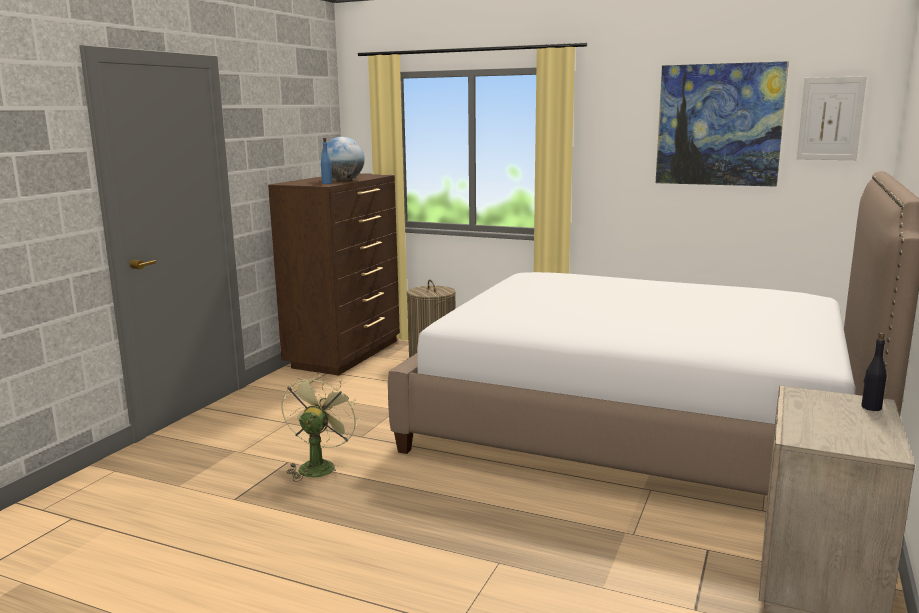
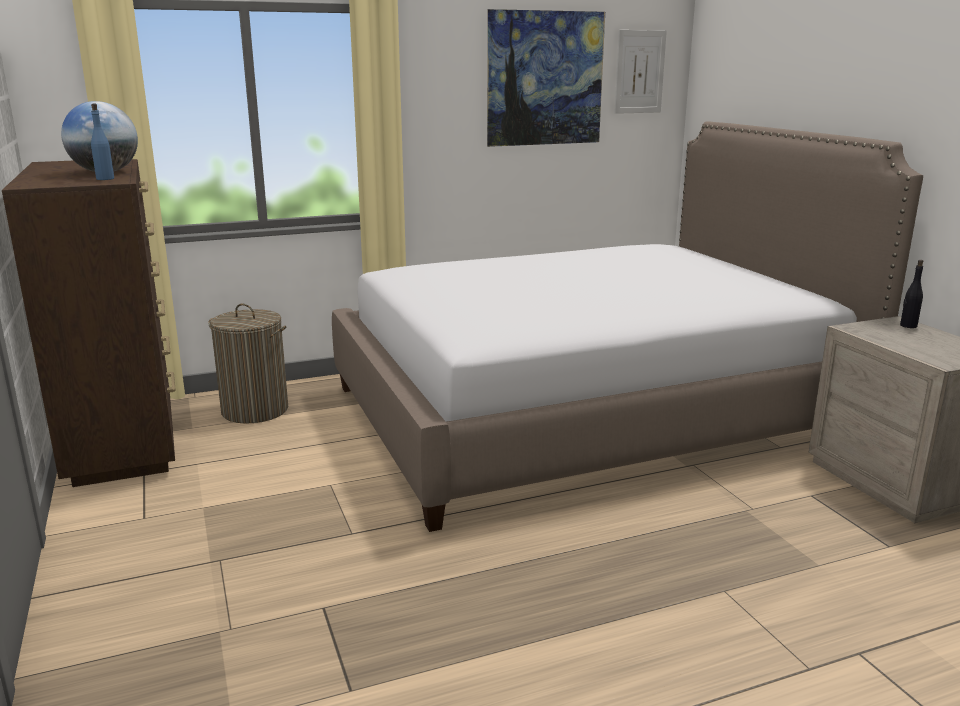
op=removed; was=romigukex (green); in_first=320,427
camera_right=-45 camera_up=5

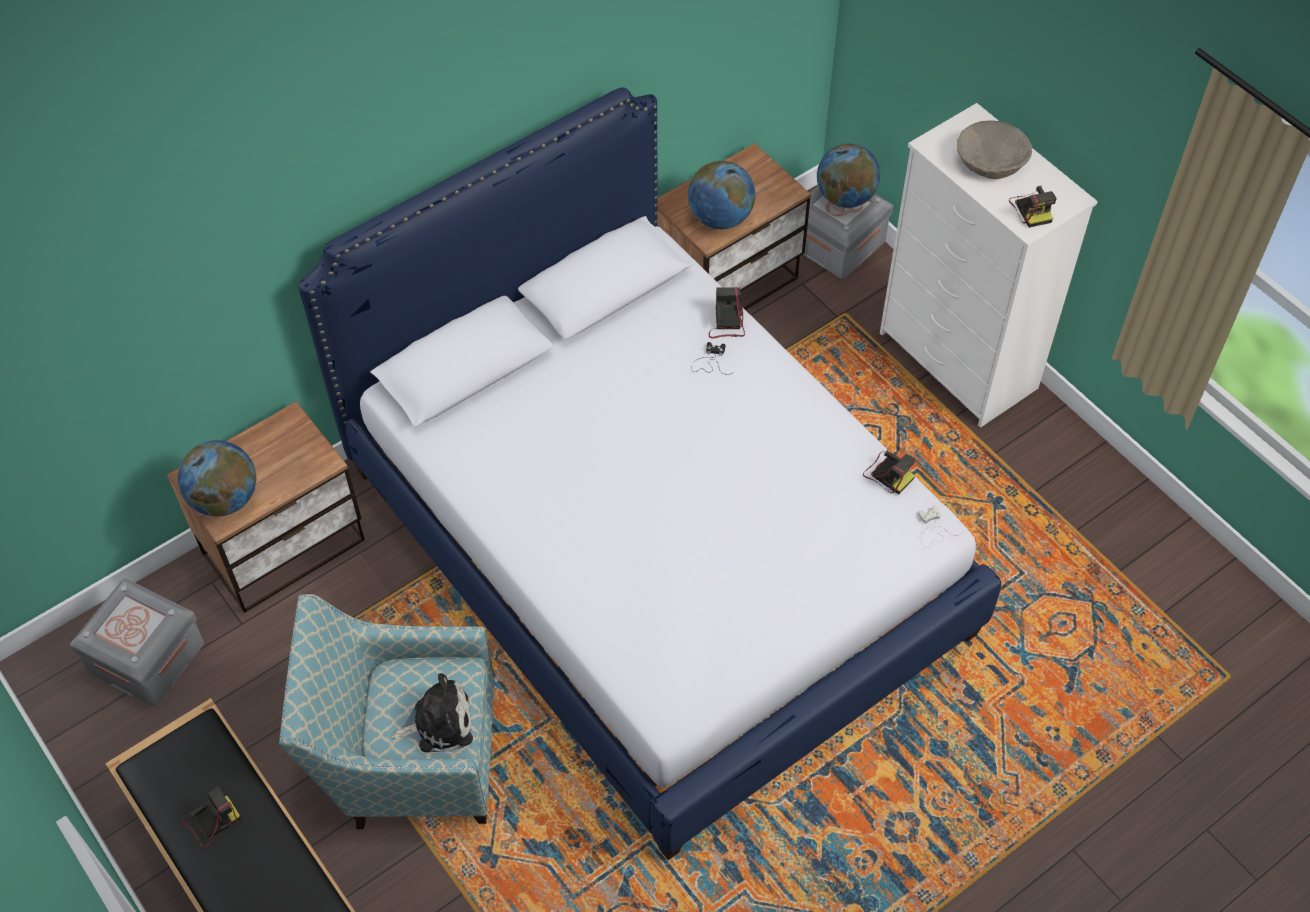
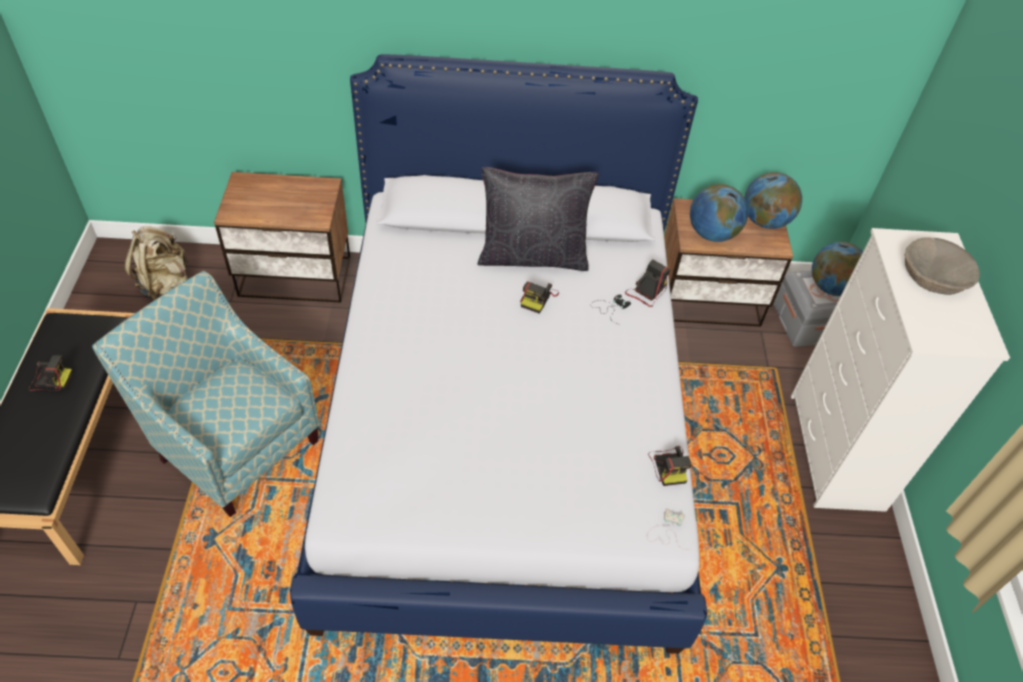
op=removed; was=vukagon; in_first=432,712
op=added; now=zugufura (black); in_second=538,219
op=moved; was=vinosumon; in_first=217,478; in_second=773,200
op=moved; was=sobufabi; in_first=1033,207; in_second=539,298
op=replaced; was=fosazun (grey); now=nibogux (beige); in_first=137,642; in_second=157,263
camera_right=35 camera_up=-5

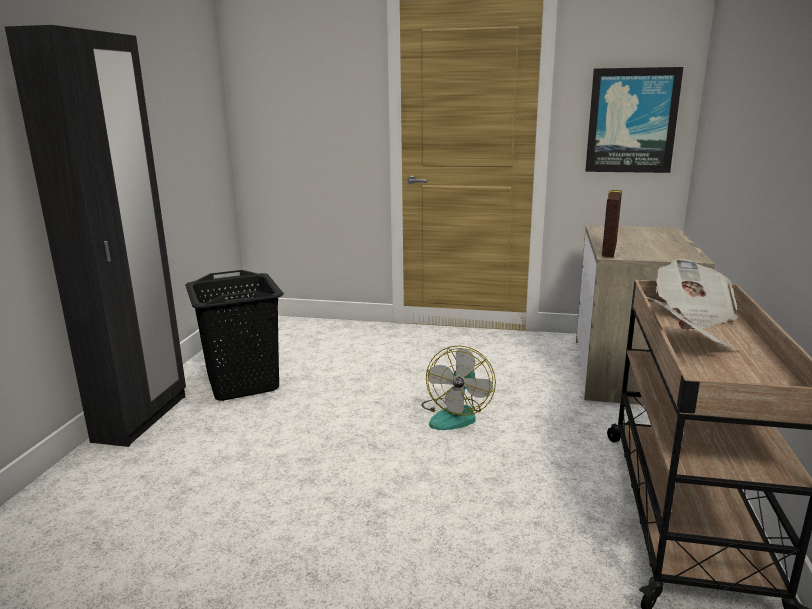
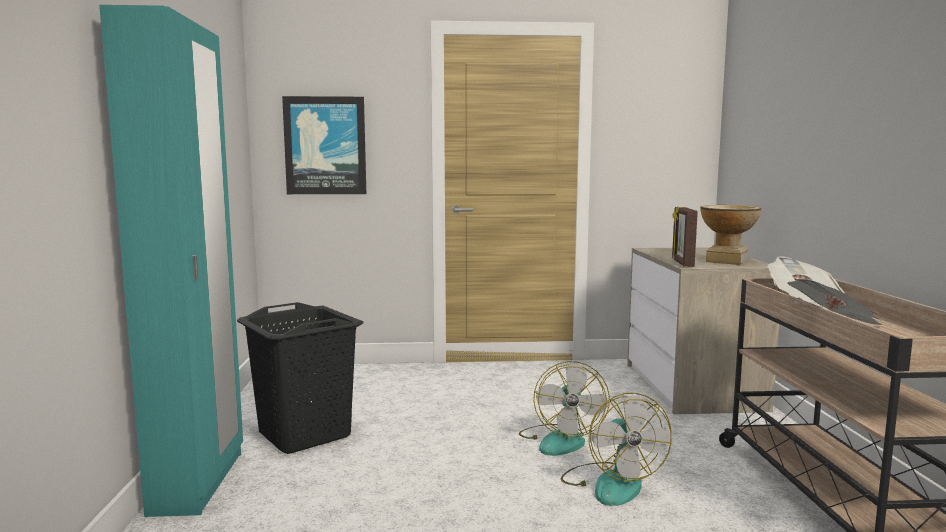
op=added; now=romigukex; in_second=616,449
op=added; now=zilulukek; in_second=730,235
op=moved; was=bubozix; in_first=634,120; in_second=324,145
op=recoloured; was=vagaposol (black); now=vagaposol (turquoise); in_first=95,236; in_second=171,261
camera_right=-15 camera_up=-10

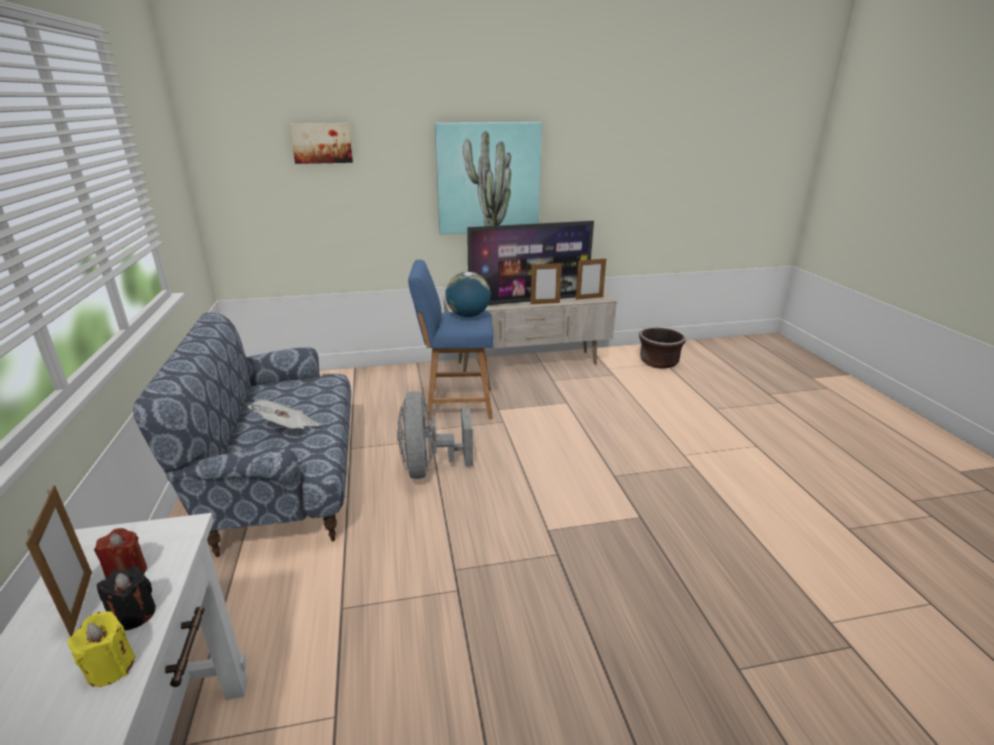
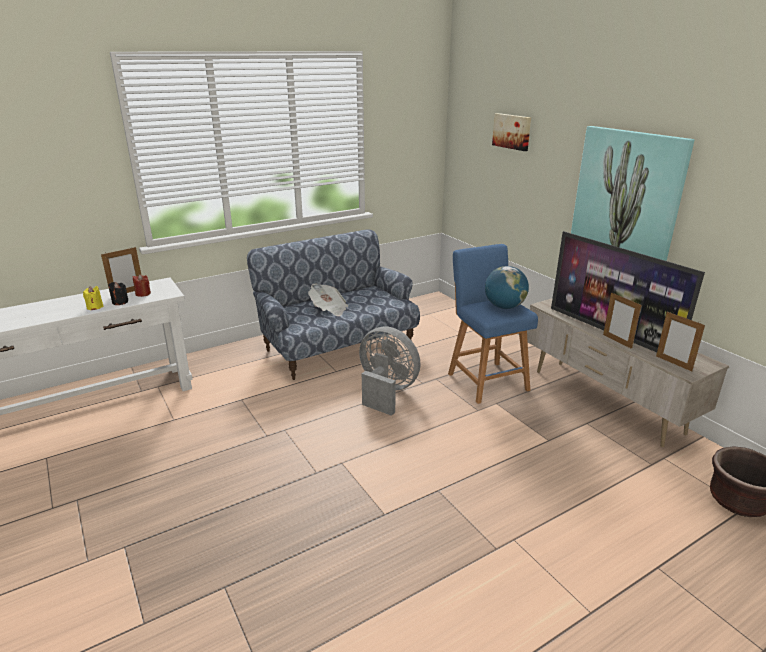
op=turned; was=romigukex (grey); in_first=435,435; in_second=389,371; clockwise=60
camera_right=70 camera_up=0

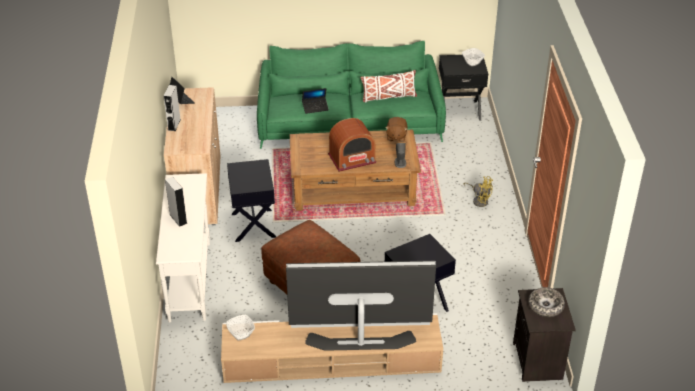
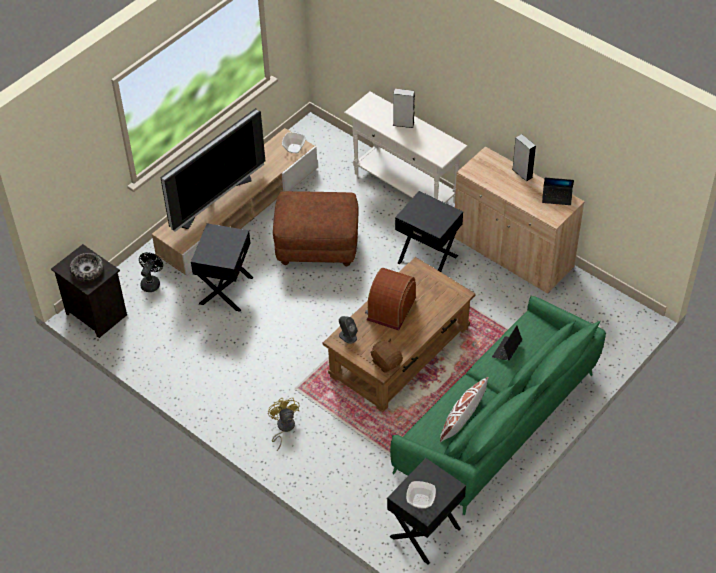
op=added; now=romigukex (black); in_second=151,272
op=turned; was=romigukex (yellow); in_first=478,191; in_second=283,424; clockwise=90
camera_right=135 camera_up=10

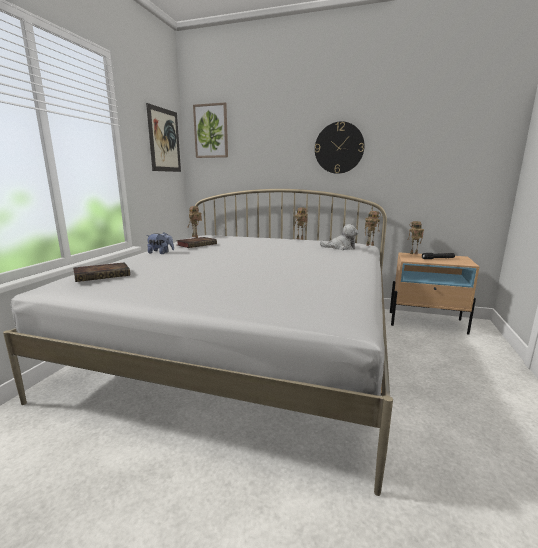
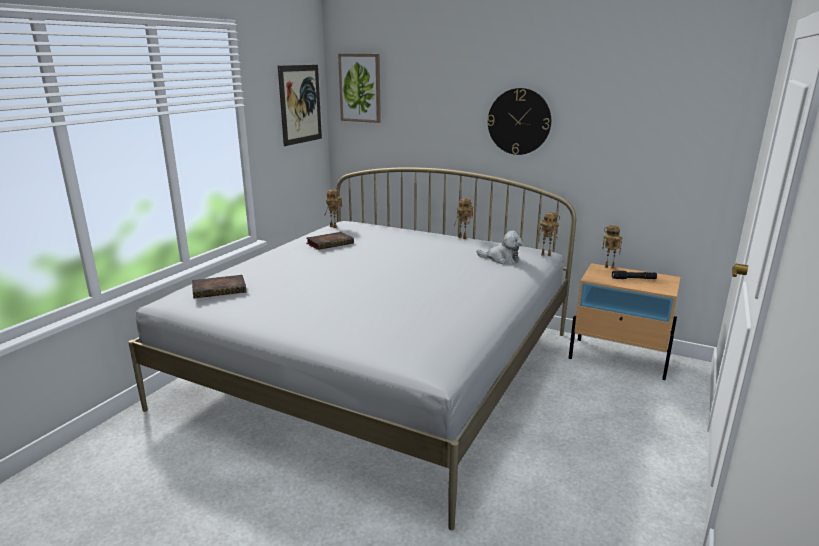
op=removed; was=vukagon; in_first=160,243
camera_right=10 camera_up=5

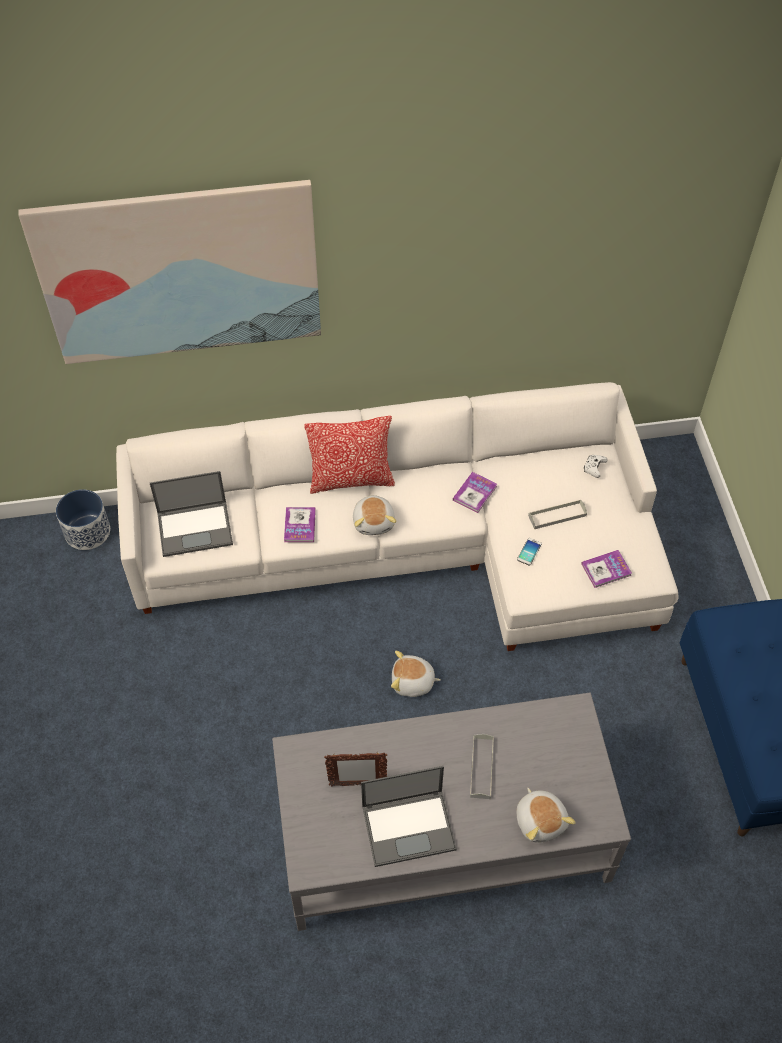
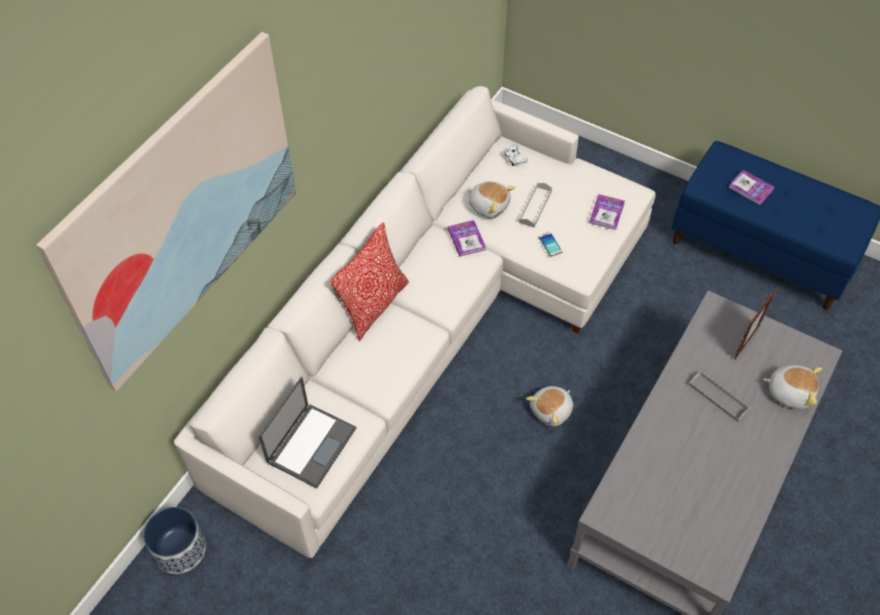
op=removed; was=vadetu; in_first=409,816
op=moved; was=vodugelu; in_first=300,524; in_second=751,187
op=moved; was=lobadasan; in_first=355,769; in_second=755,325
op=moved; was=vukagon; in_first=374,514; in_second=491,199
camera_right=-50 camera_up=0

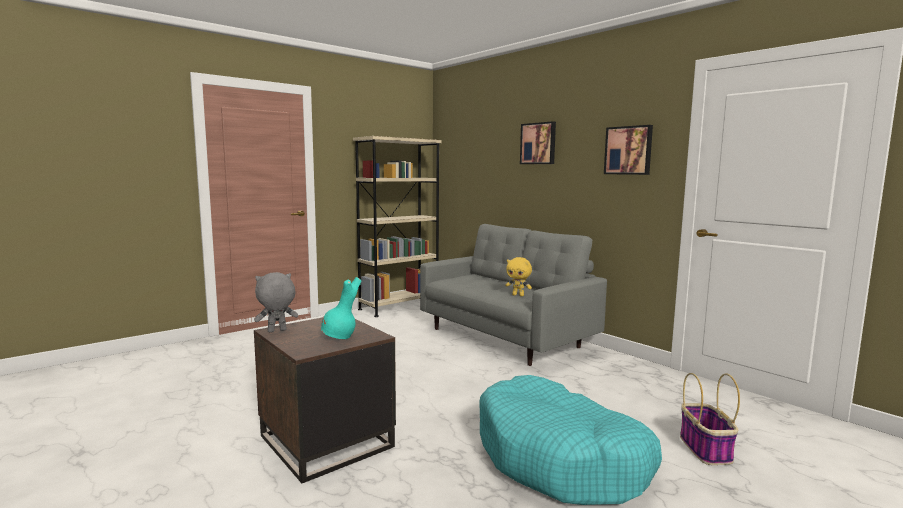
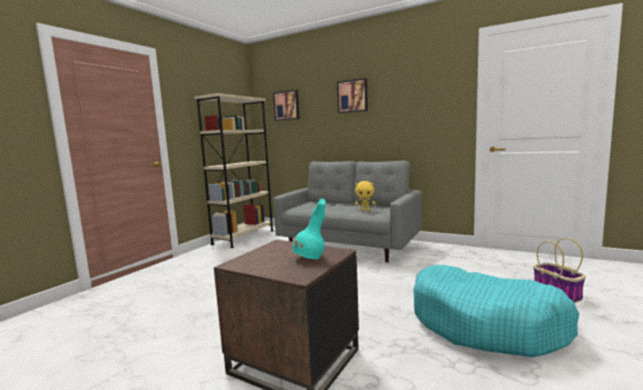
op=removed; was=vukagon (grey); in_first=276,302
op=moved; was=bubozix; in_first=628,150; in_second=286,105
camera_right=-20 camera_up=0

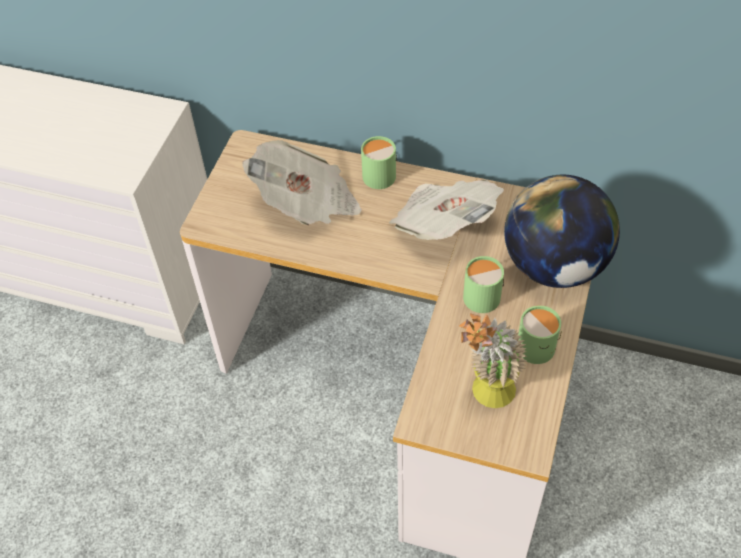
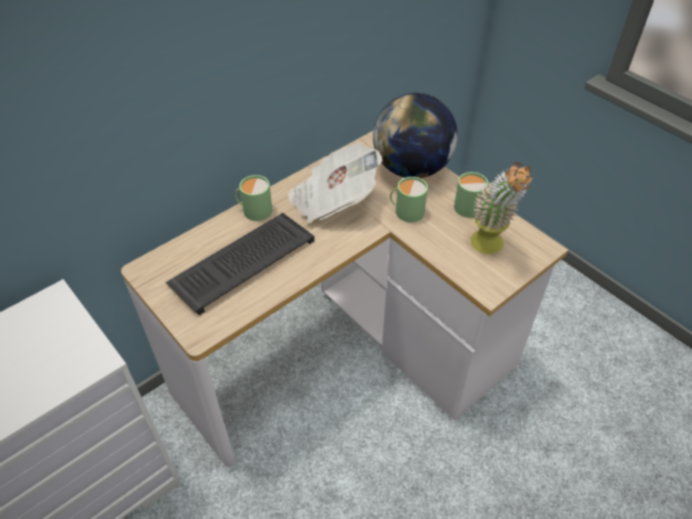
op=replaced; was=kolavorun; now=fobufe; in_first=302,182; in_second=240,264
camera_right=-60 camera_up=-5

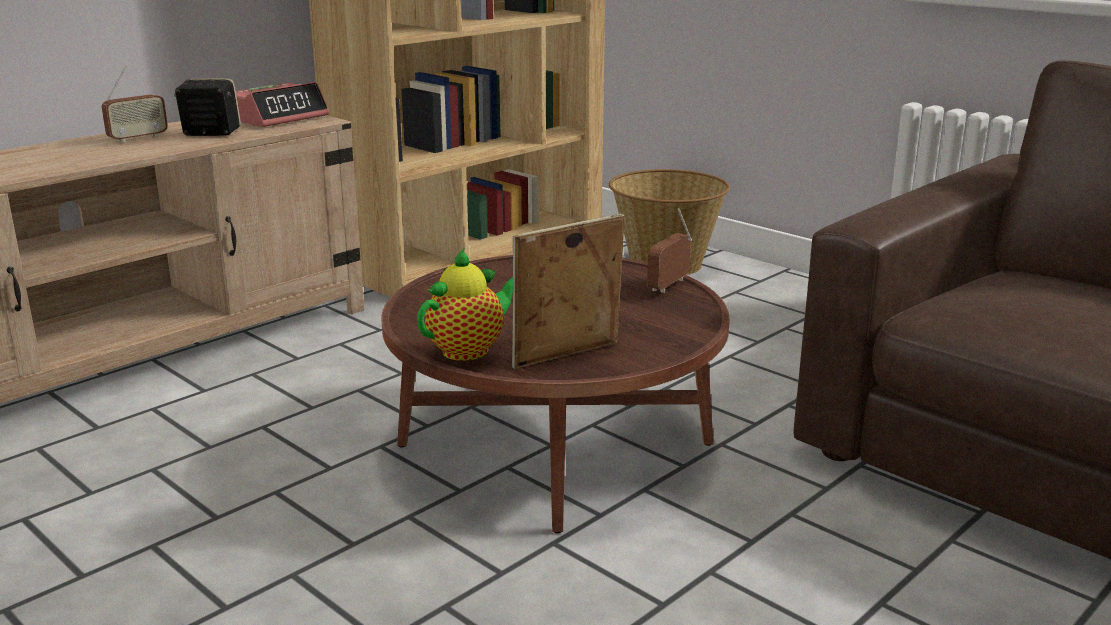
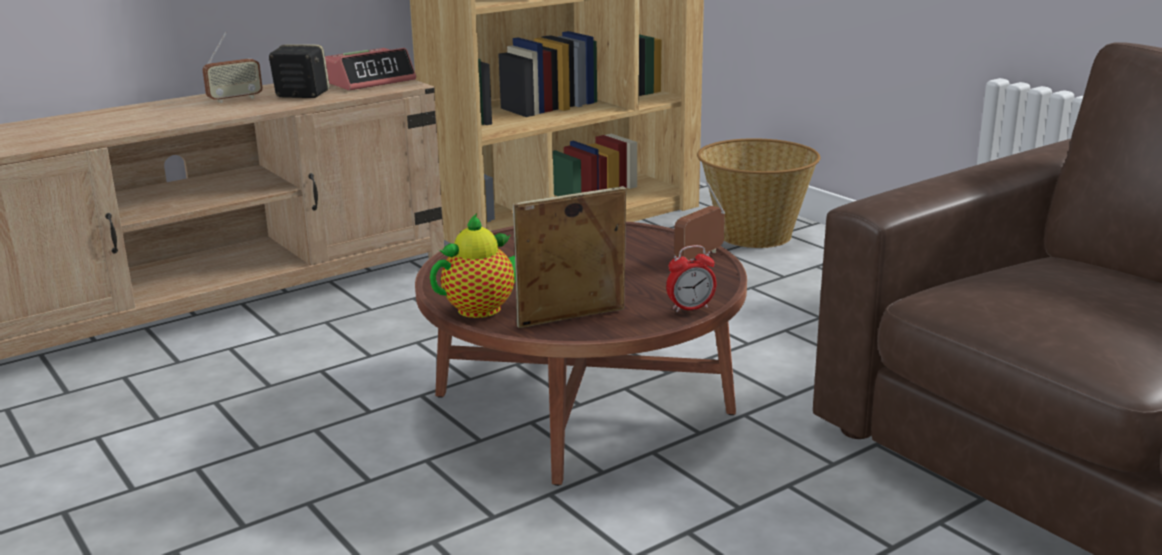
op=added; now=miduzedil; in_second=691,278
camera_right=10 camera_up=0

